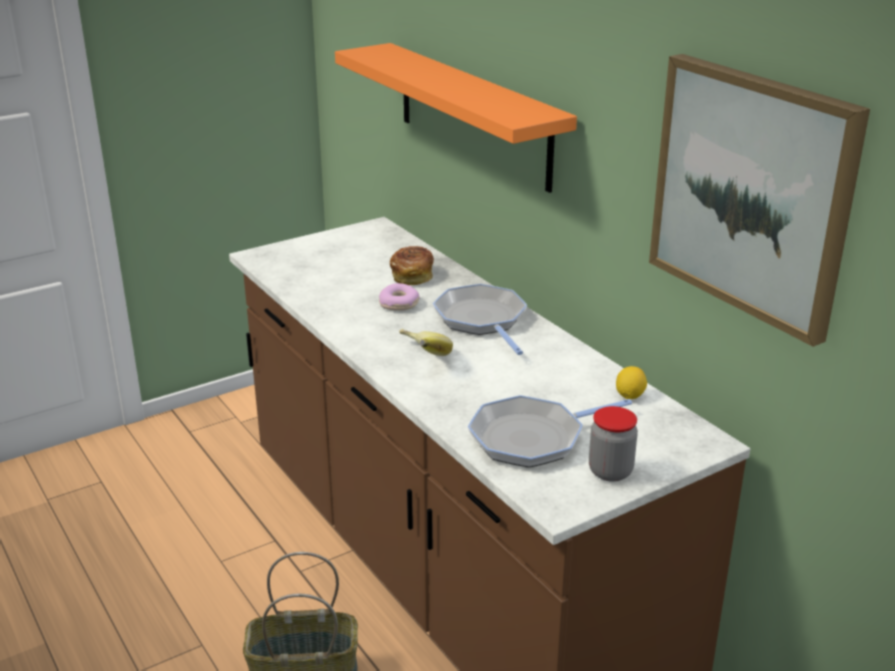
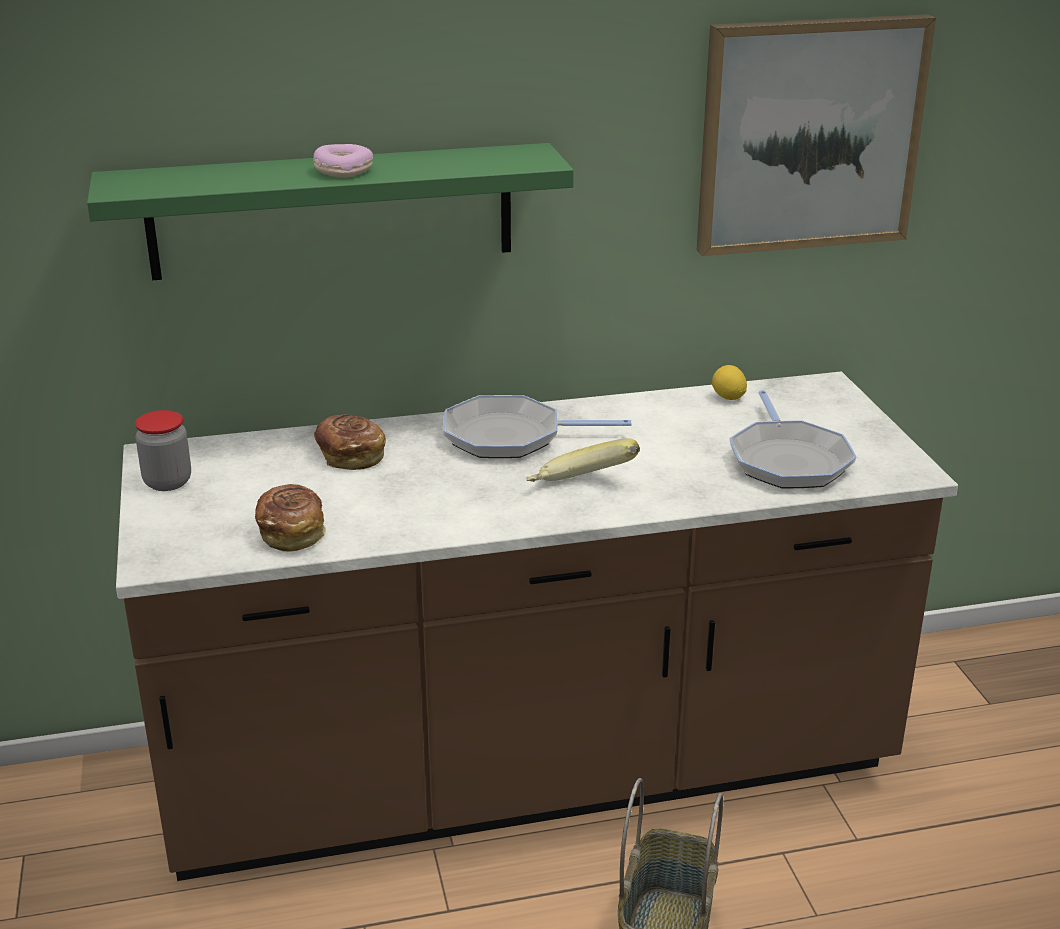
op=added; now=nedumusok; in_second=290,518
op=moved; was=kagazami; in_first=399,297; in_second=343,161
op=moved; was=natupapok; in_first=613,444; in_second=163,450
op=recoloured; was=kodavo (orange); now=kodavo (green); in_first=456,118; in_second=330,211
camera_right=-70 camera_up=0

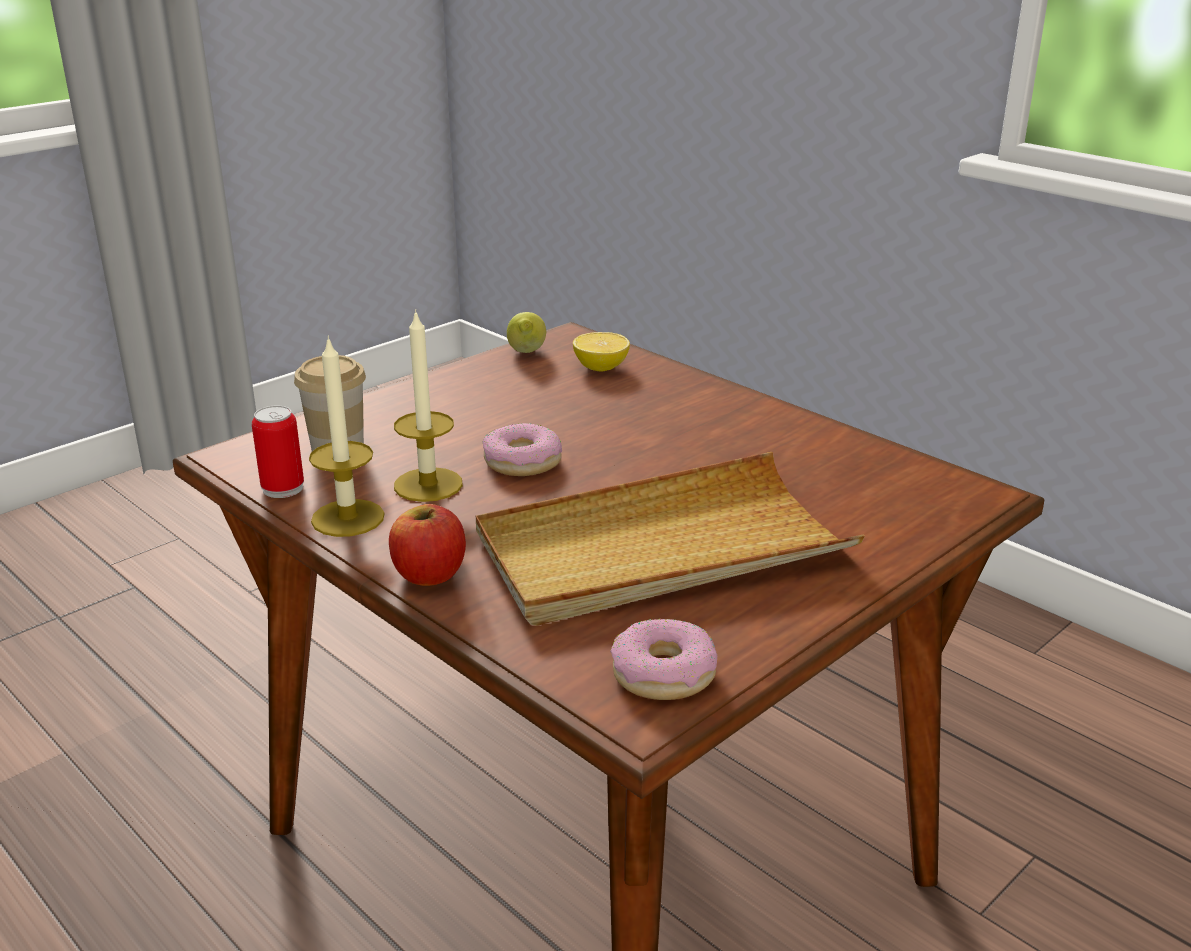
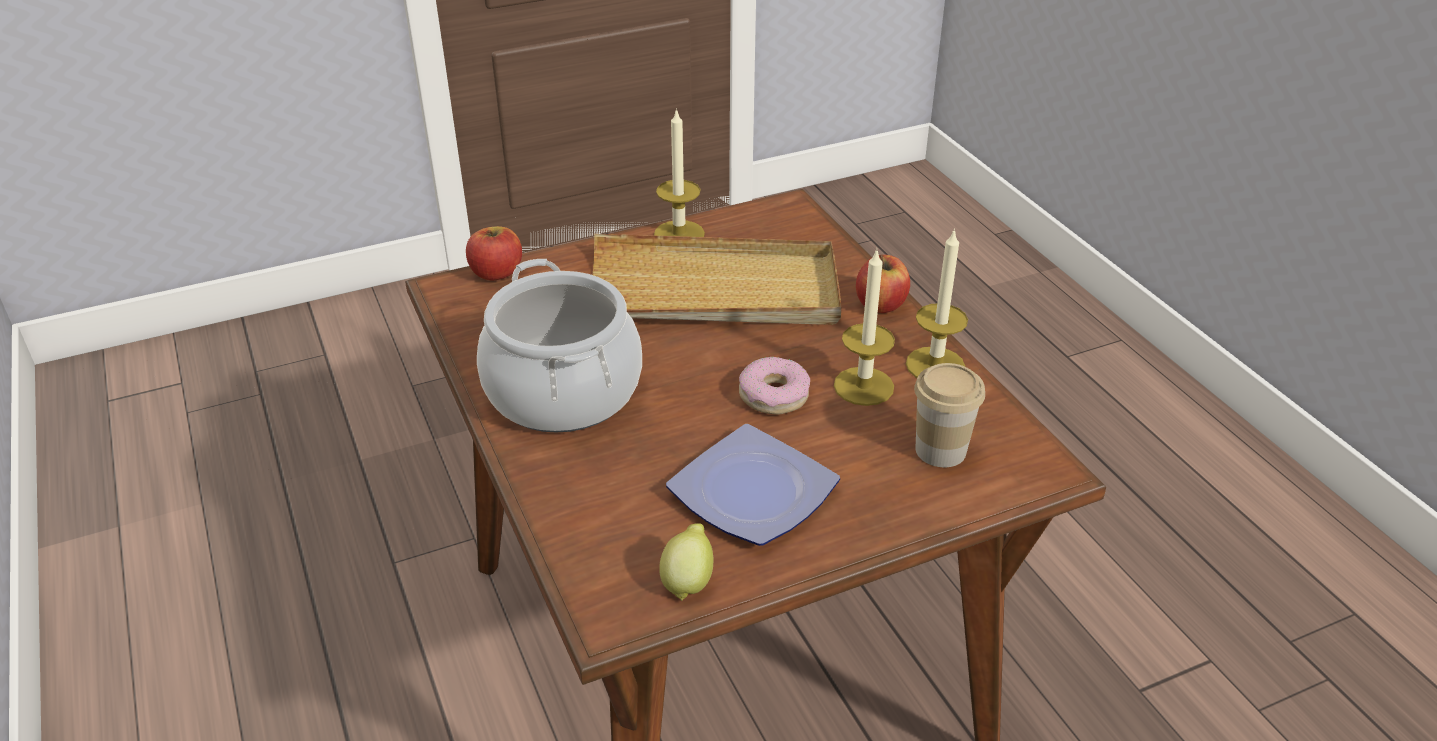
op=removed; was=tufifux; in_first=278,451
op=removed; was=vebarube; in_first=601,352
op=removed; was=kagazami; in_first=663,659
op=added; now=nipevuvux; in_second=494,253
op=added; now=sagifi; in_second=559,346
op=added; now=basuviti; in_second=679,172
op=added; now=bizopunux; in_second=753,485
camera_right=-160 camera_up=10

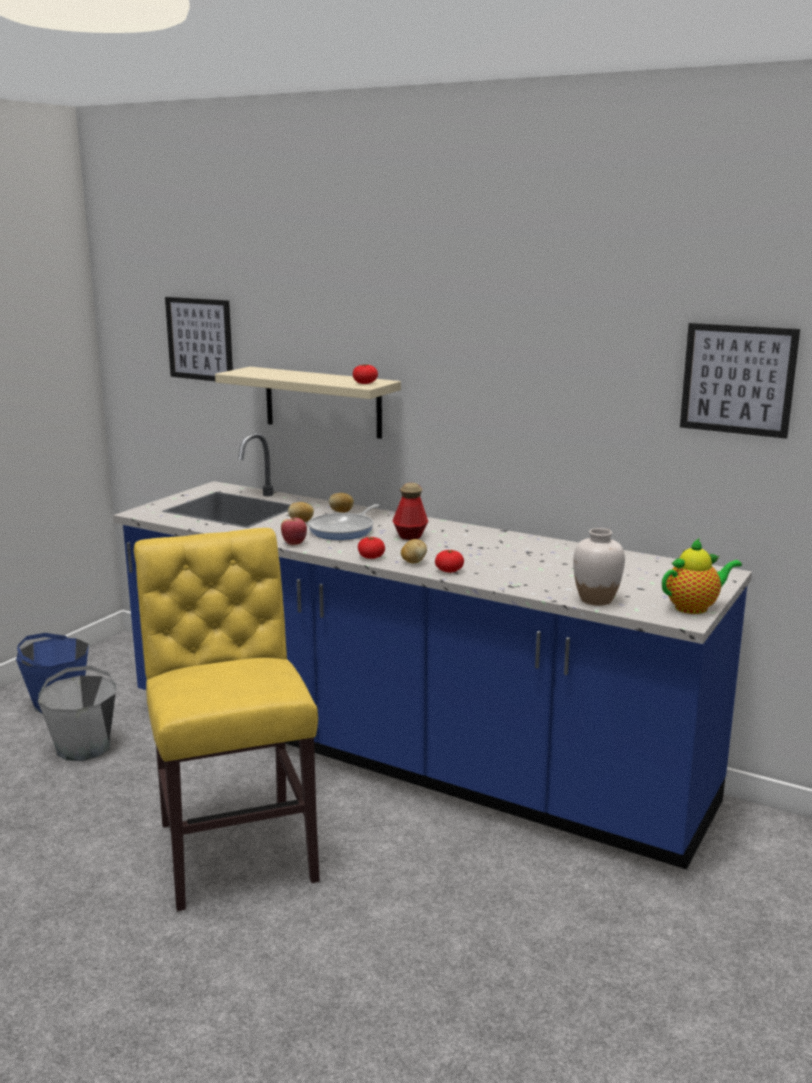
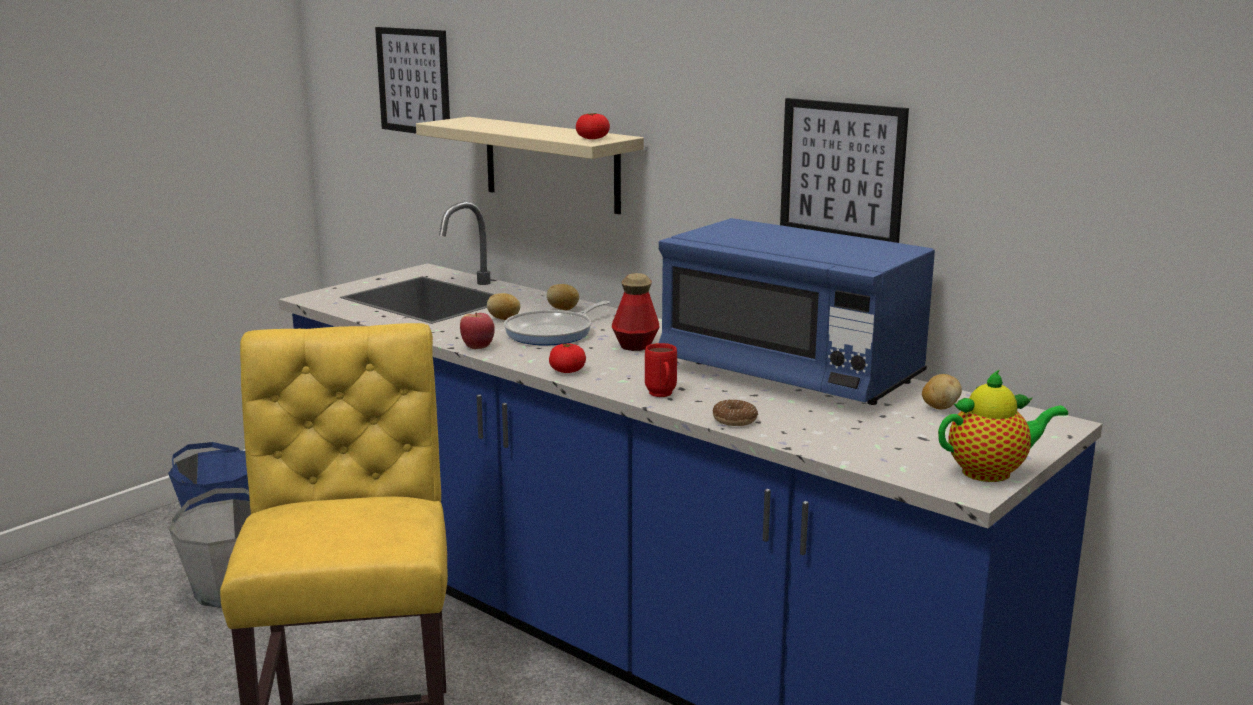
op=removed; was=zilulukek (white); in_first=599,566
op=added; now=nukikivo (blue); in_second=797,311
op=added; now=kagazami; in_second=735,413
op=moved; was=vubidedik; in_first=414,551; in_second=942,392
op=moved; was=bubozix; in_first=740,381; in_second=844,170
op=replaced; was=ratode; now=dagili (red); in_first=449,561; in_second=661,370
camera_right=10 camera_up=0

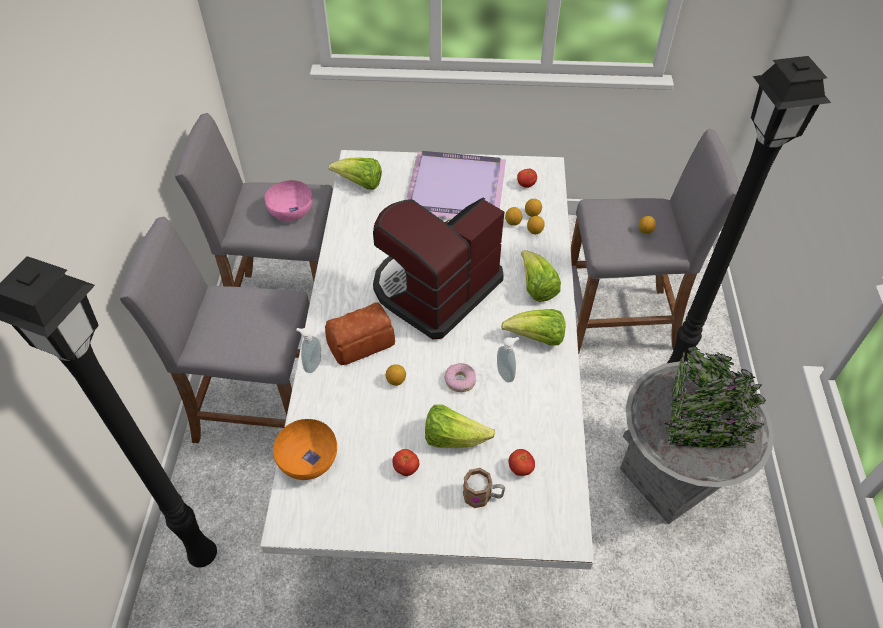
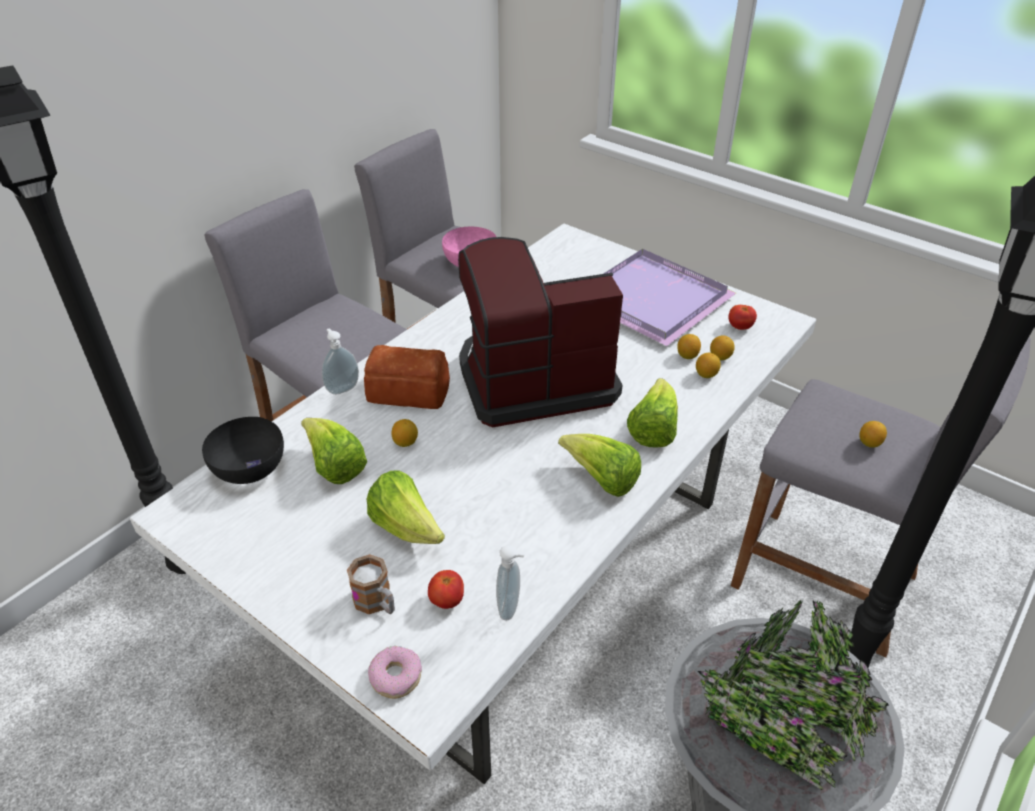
op=removed; was=ratode; in_first=405,462
op=moved; was=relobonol; in_first=355,173; in_second=334,451
op=moved; was=kagazami; in_first=460,377; in_second=395,672
op=moved; was=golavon; in_first=508,360; in_second=510,582
op=recoloured; was=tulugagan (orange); now=tulugagan (black); in_first=305,449; in_second=243,450
camera_right=35 camera_up=-10

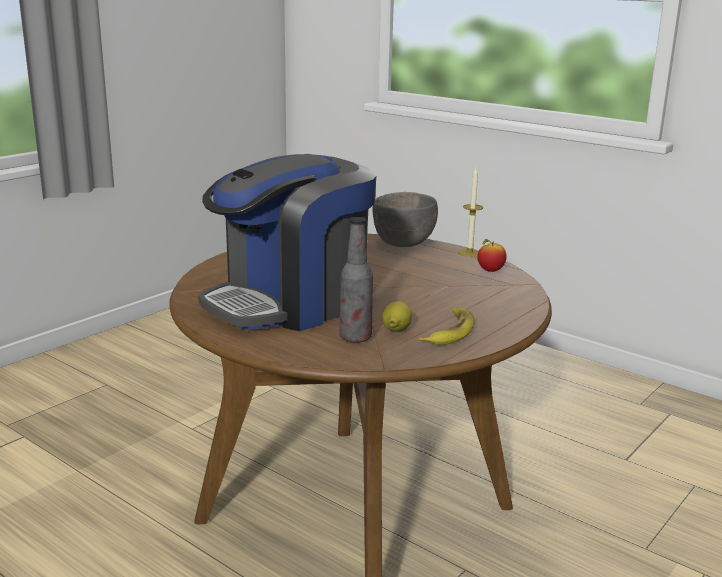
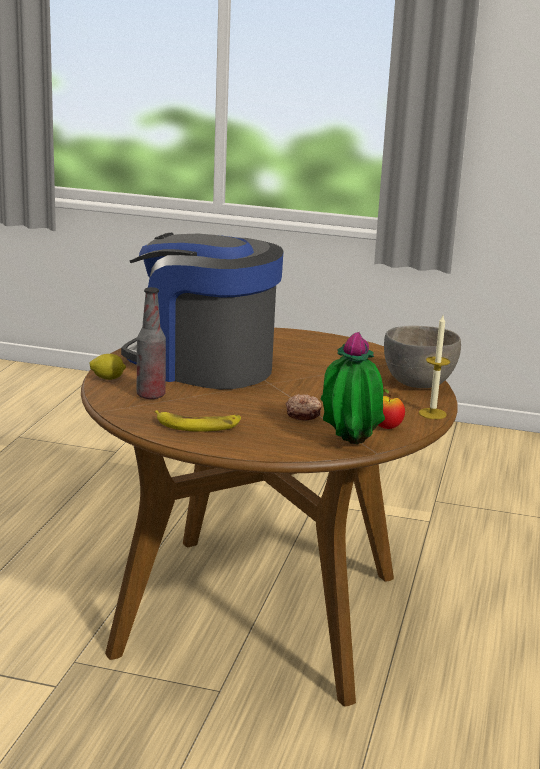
op=added; now=kagazami; in_second=304,407
op=added; now=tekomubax; in_second=353,388
op=moved; was=vebarube; in_first=397,316; in_second=108,367
camera_right=65 camera_up=0

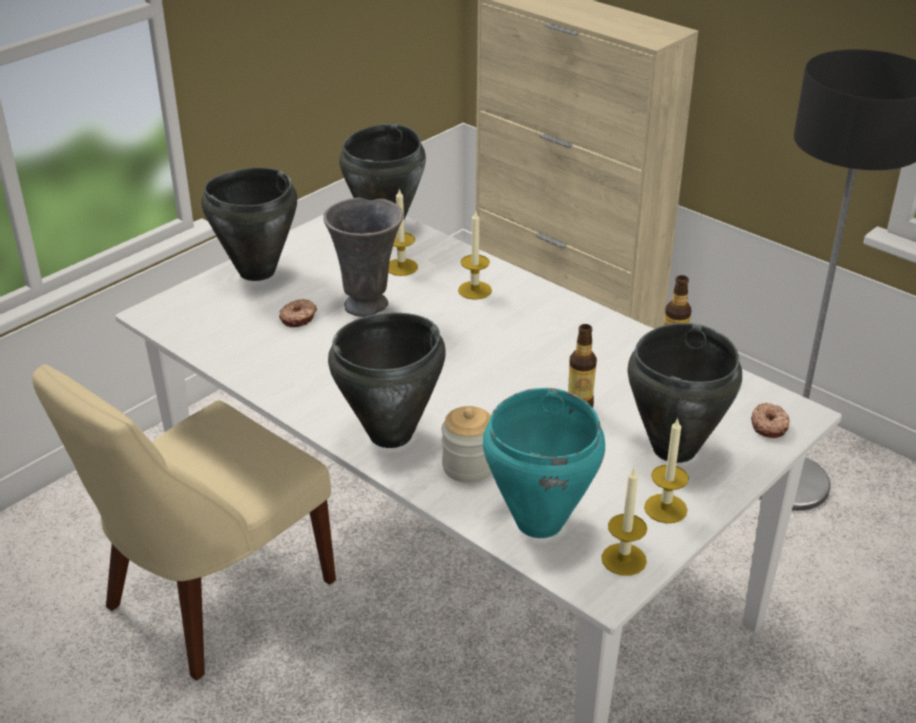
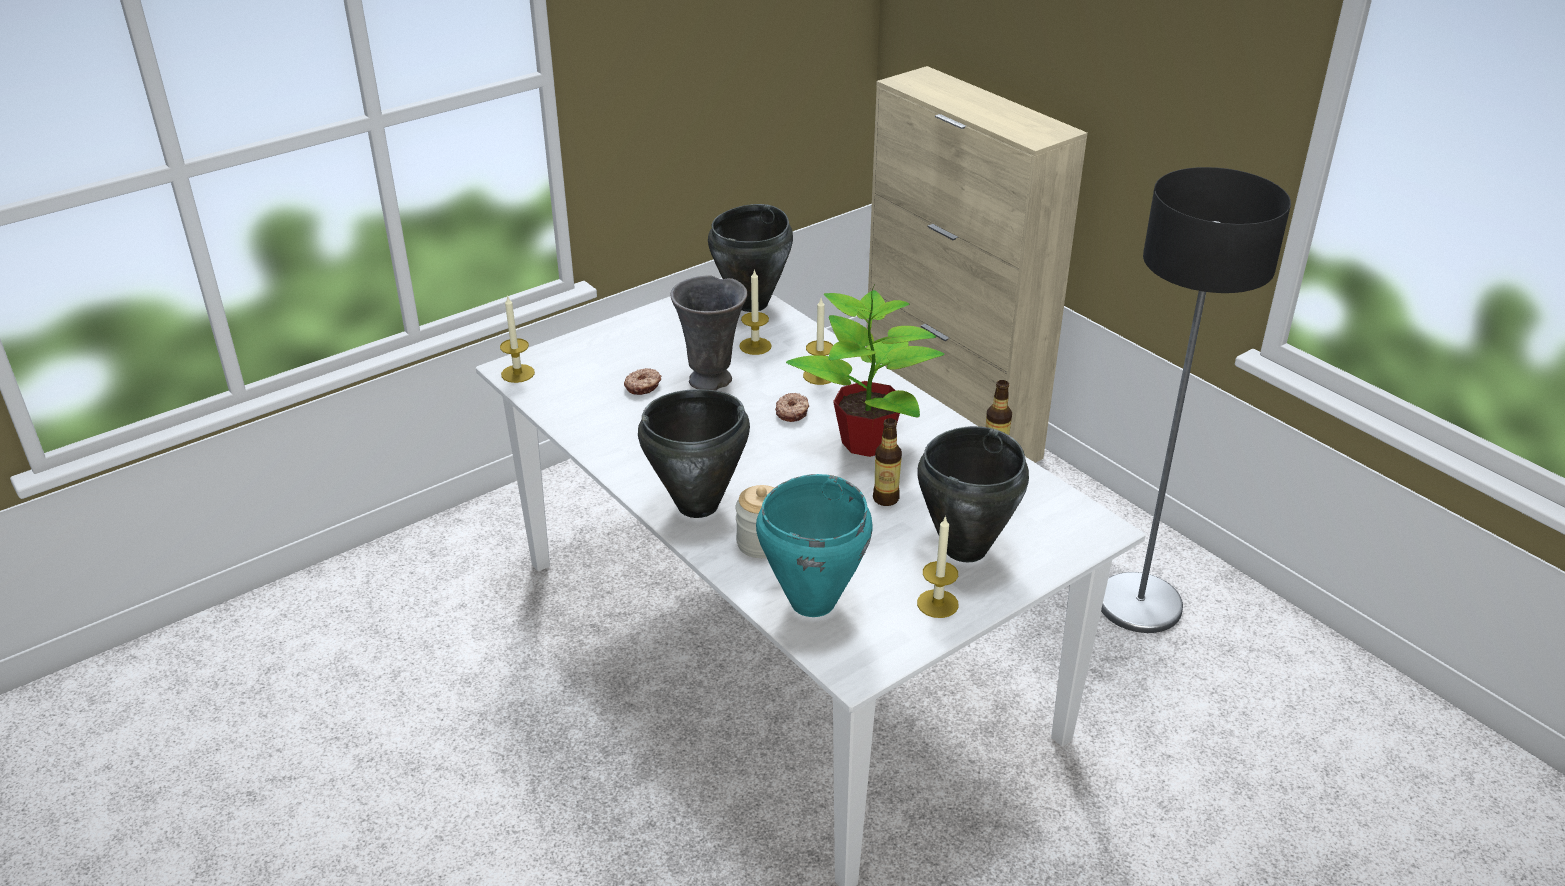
op=removed; was=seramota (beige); in_first=184,523
op=removed; was=sagifi (black); in_first=249,224
op=added; now=tekomubax; in_second=865,371
op=moved; was=basuviti; in_first=624,522; in_second=517,339
op=moved; was=kagazami; in_first=770,420; in_second=792,407
camera_right=10 camera_up=0

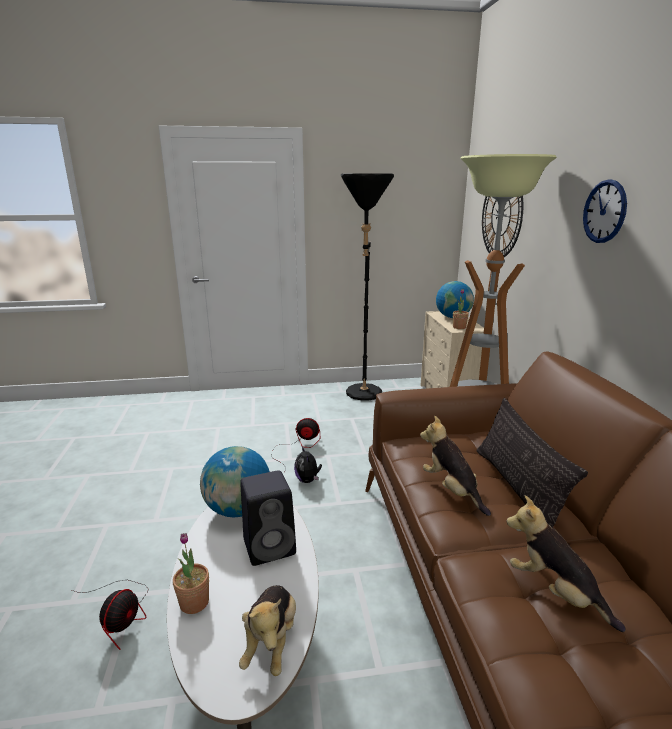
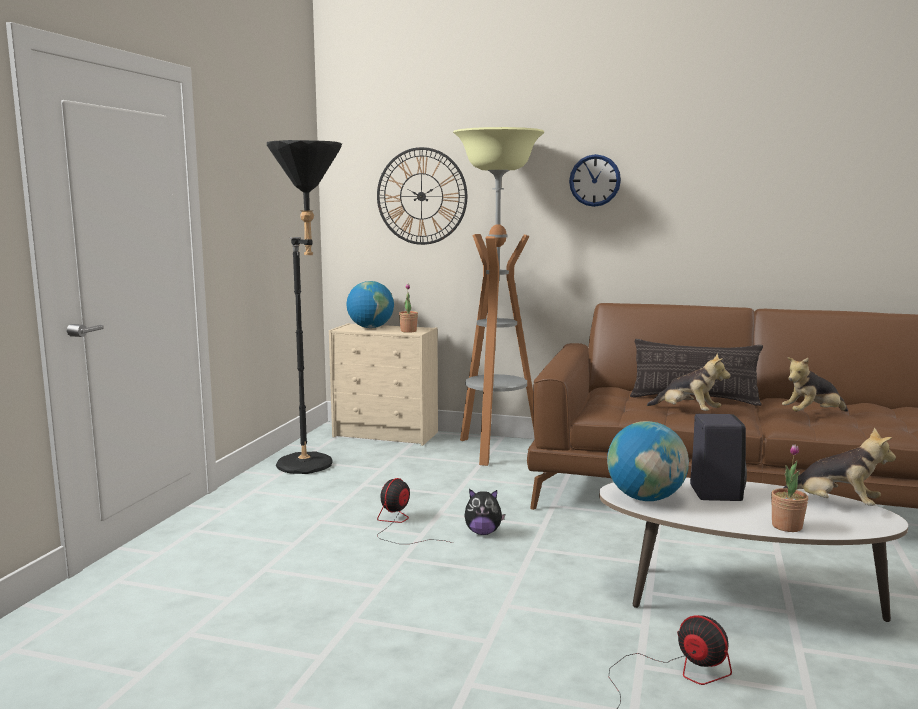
op=turned; was=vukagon; in_first=455,466; in_second=688,382; clockwise=-135
camera_right=-65 camera_up=-10

